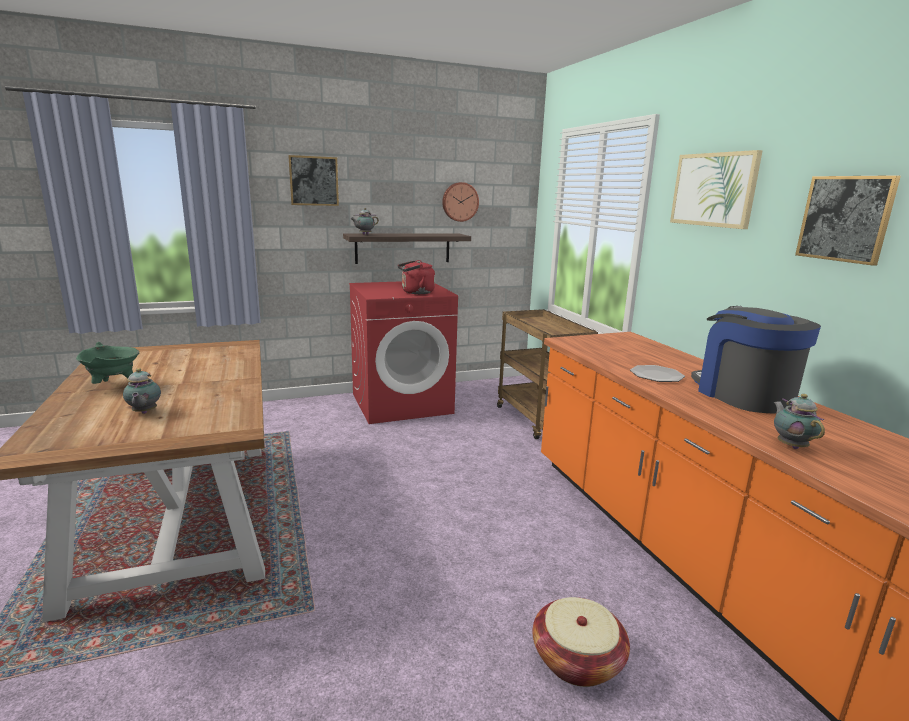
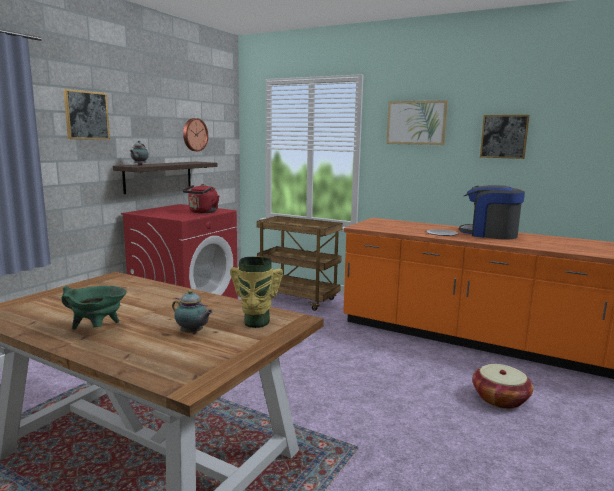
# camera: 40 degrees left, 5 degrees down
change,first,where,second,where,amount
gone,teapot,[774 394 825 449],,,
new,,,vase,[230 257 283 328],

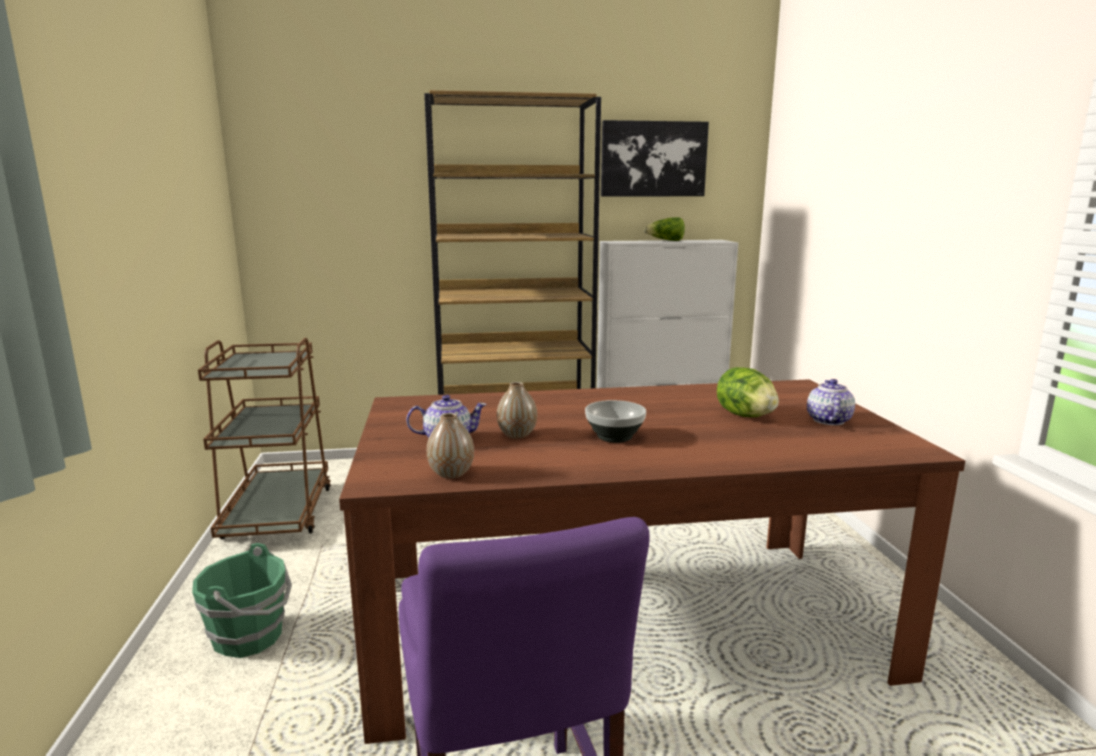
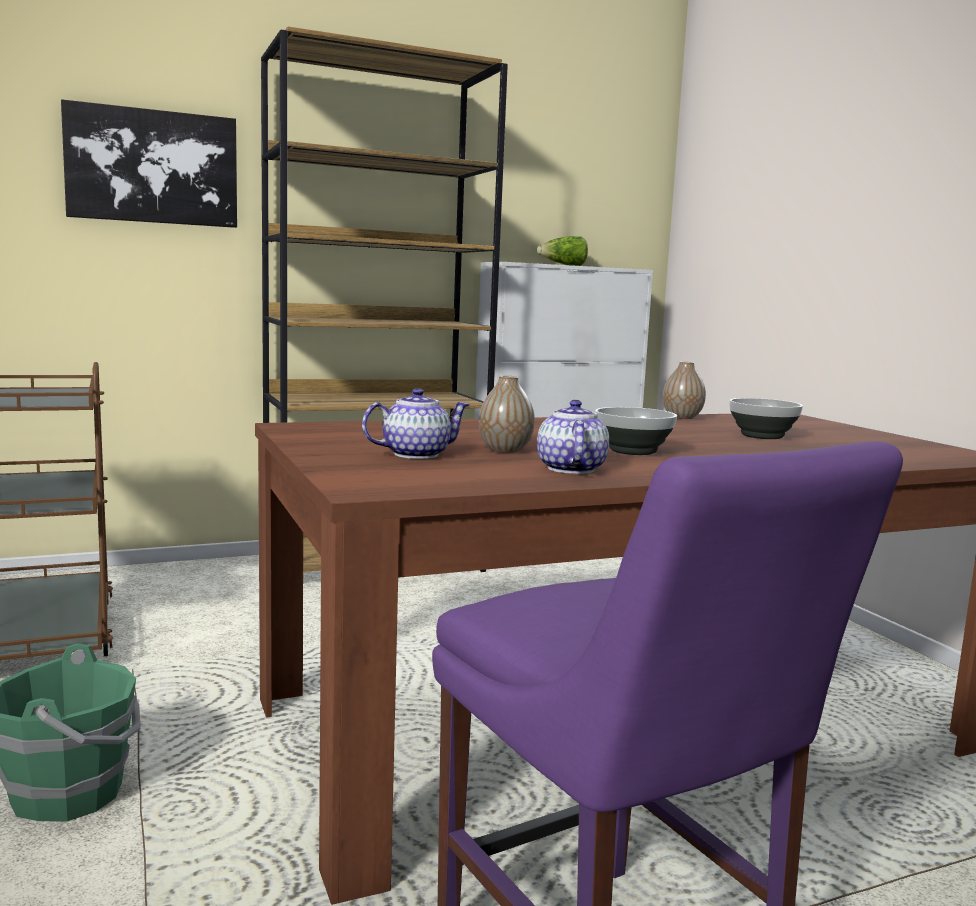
# camera: 15 degrees left, 5 degrees down
change,first,where,second,where,amount
shifted,vase,[427 413 474 479],,[663 362 706 419],
shifted,picture,[601 120 709 196],,[61 99 237 228],
swapped,lettuce,[717 367 779 417],bowl,[729 398 803 439],
shifted,teapot,[807 379 855 425],,[537 400 609 474],

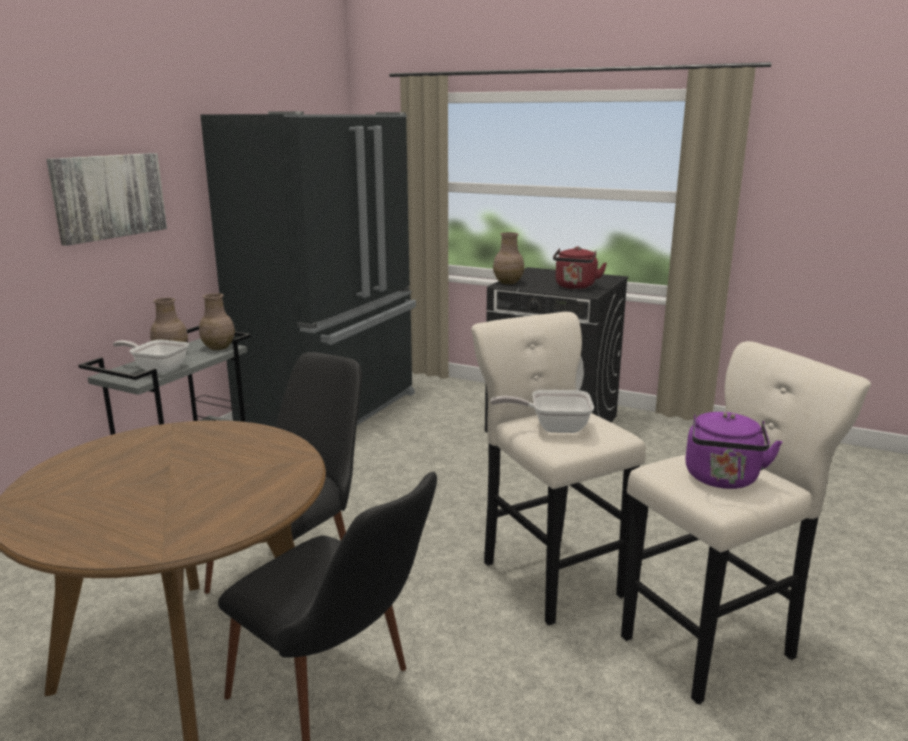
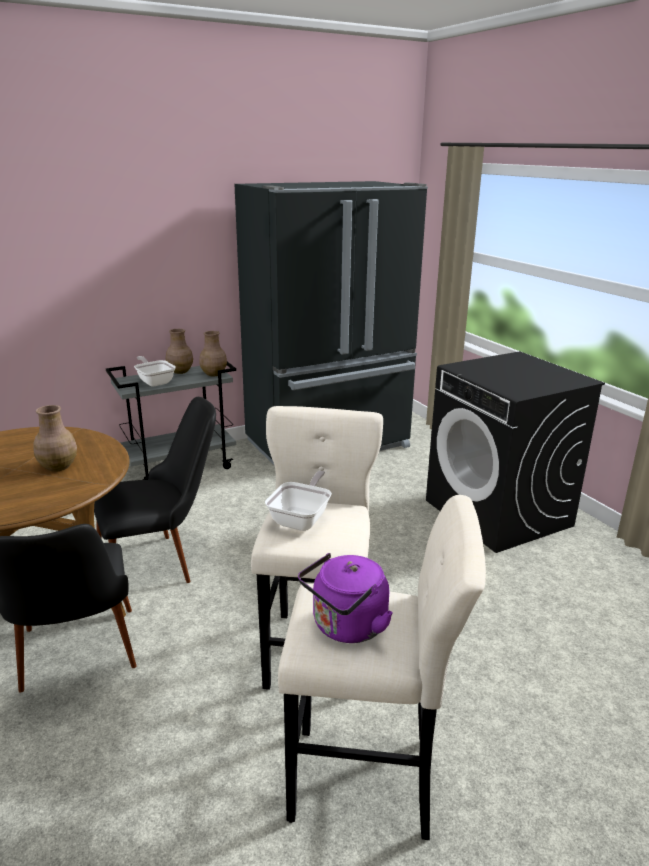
# camera: 35 degrees right, 5 degrees up
change,first,where,second,where,amount
gone,picture,[46 153 167 246],,,
rotated,frying pan,[491 390 594 433],,[265 471 332 531],75 degrees clockwise
shifted,brown vase,[493 232 524 284],,[33 405 77 472],
gone,red kettle,[553 246 607 289],,,

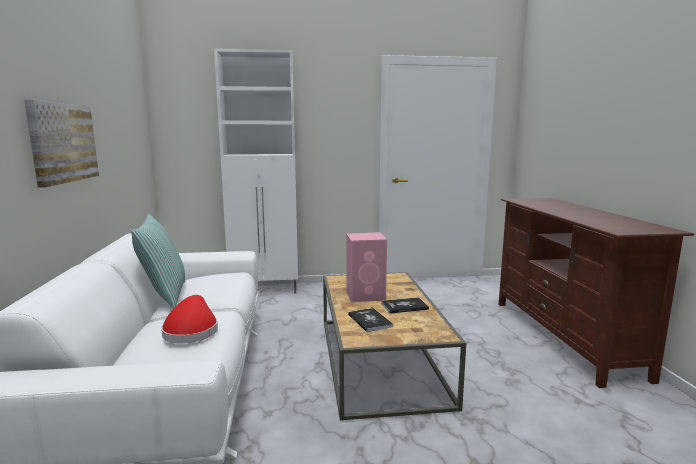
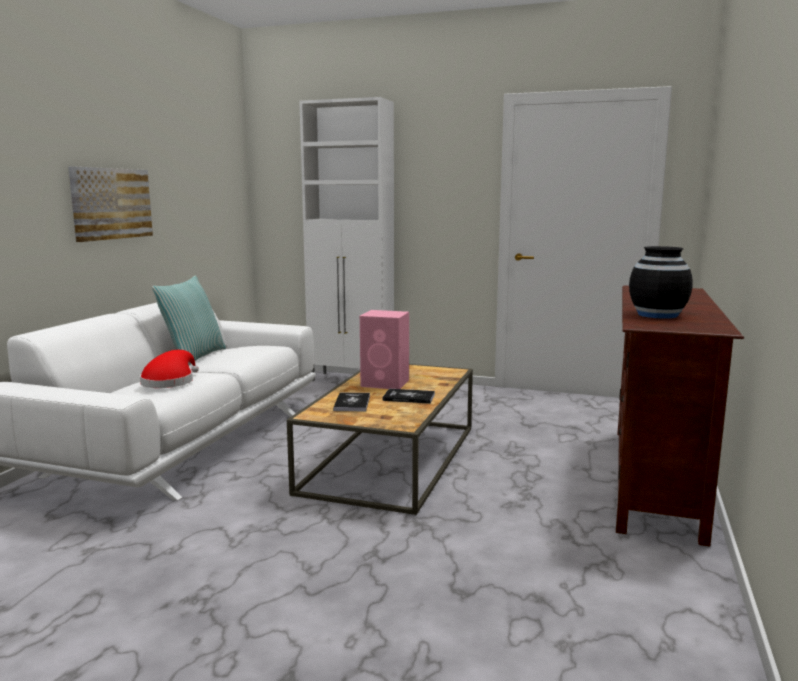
# camera: 25 degrees right, 0 degrees up
change,first,where,second,where,amount
new,,,black vase,[629 246 693 319],

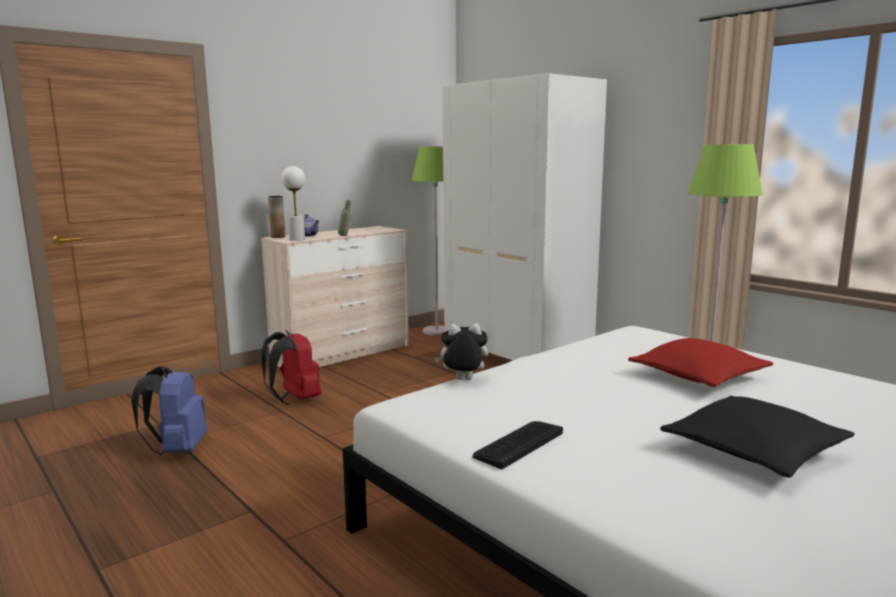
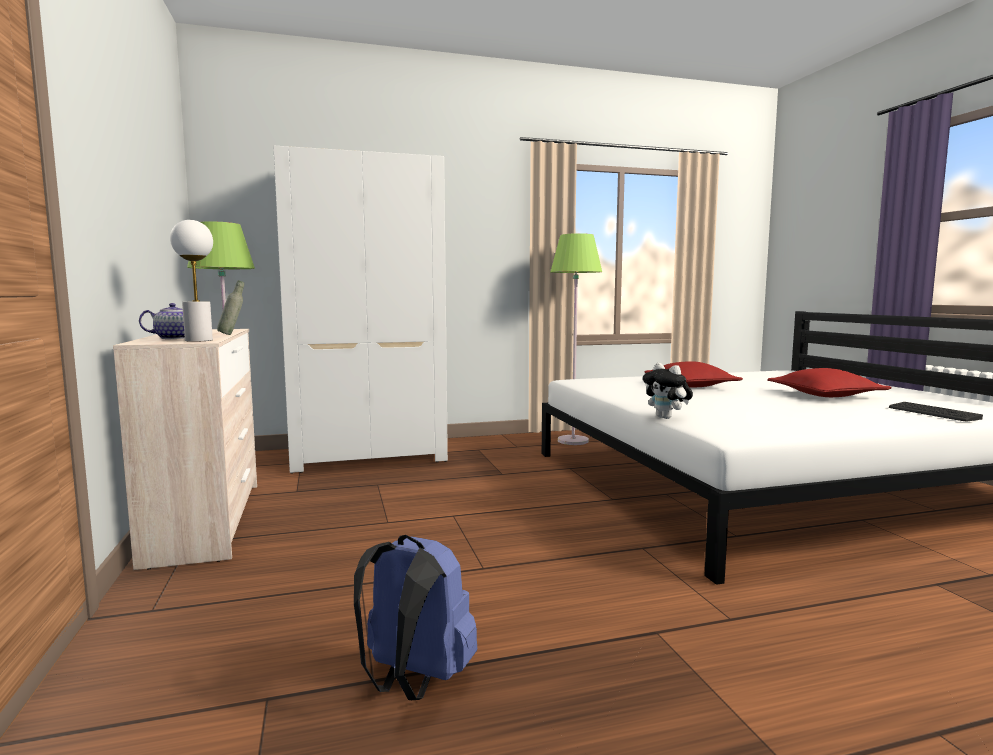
# camera: 65 degrees left, 5 degrees down
change,first,where,second,where,amount
gone,red backpack,[261 330 322 405],,,
gone,brown vase,[268 196 285 238],,,
rotated,plush toy,[434 323 488 380],,[643 363 693 419],60 degrees counterclockwise
shifted,keyboard,[473 421 563 469],,[889 402 983 421],
repainted,black pillow,[660 396 855 478],red pillow,[767 368 892 397],

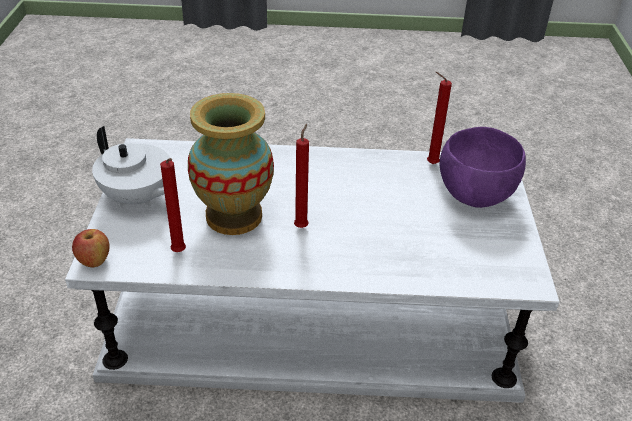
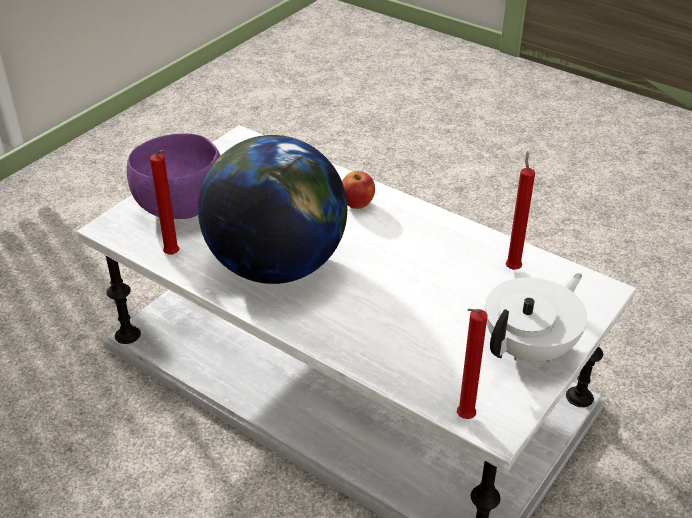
# camera: 145 degrees left, 0 degrees up
change,first,where,second,where,amount
shifted,apple,[72 229 110 267],,[342 171 375 209],
rotated,white teapot,[92 126 170 207],,[485 273 587 363],60 degrees clockwise
gone,vase,[188 93 274 235],,,
shifted,red candle,[294 124 309 228],,[457 309 488 419],
new,,,globe,[198 135 347 284],

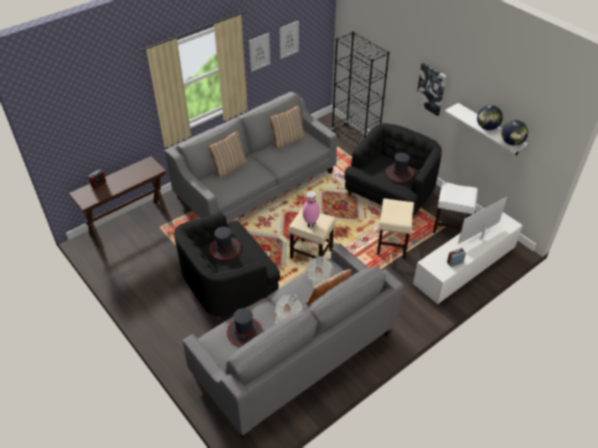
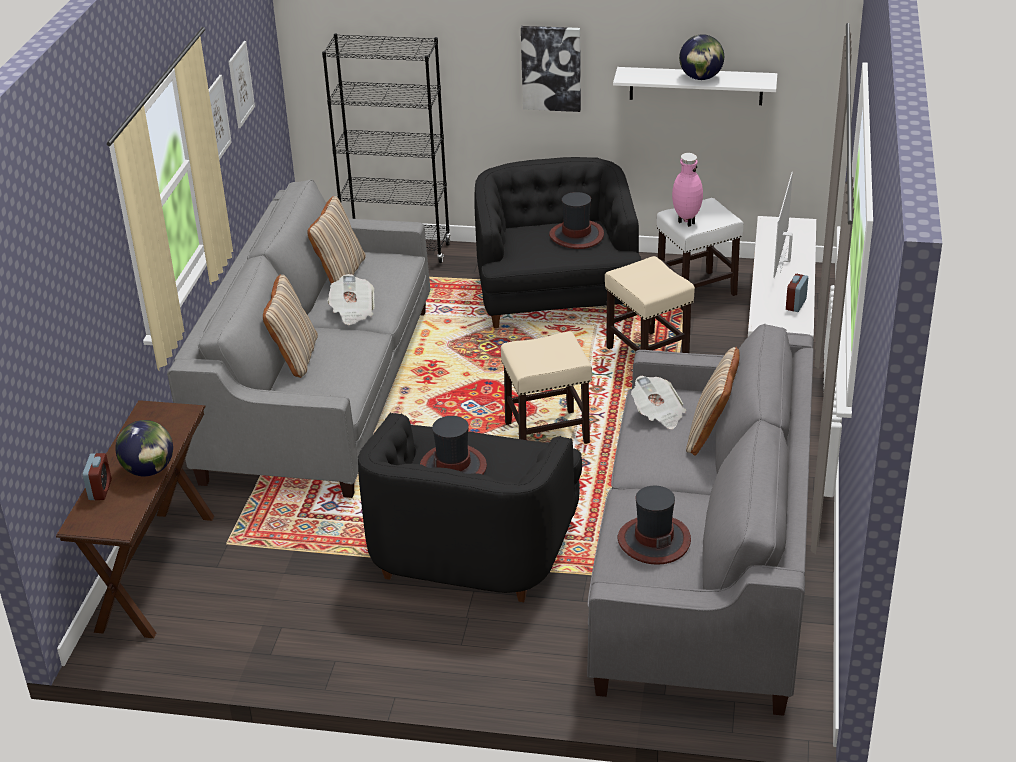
# camera: 40 degrees left, 10 degrees down
change,first,where,second,where,amount
shifted,newspaper,[274 294 303 324],,[328 274 375 325],
shifted,pink vase,[302 191 320 227],,[672 153 703 227],
shifted,globe,[501 120 528 146],,[115 420 173 476],

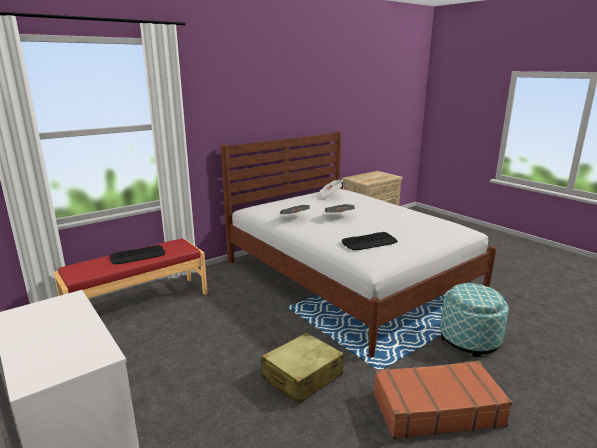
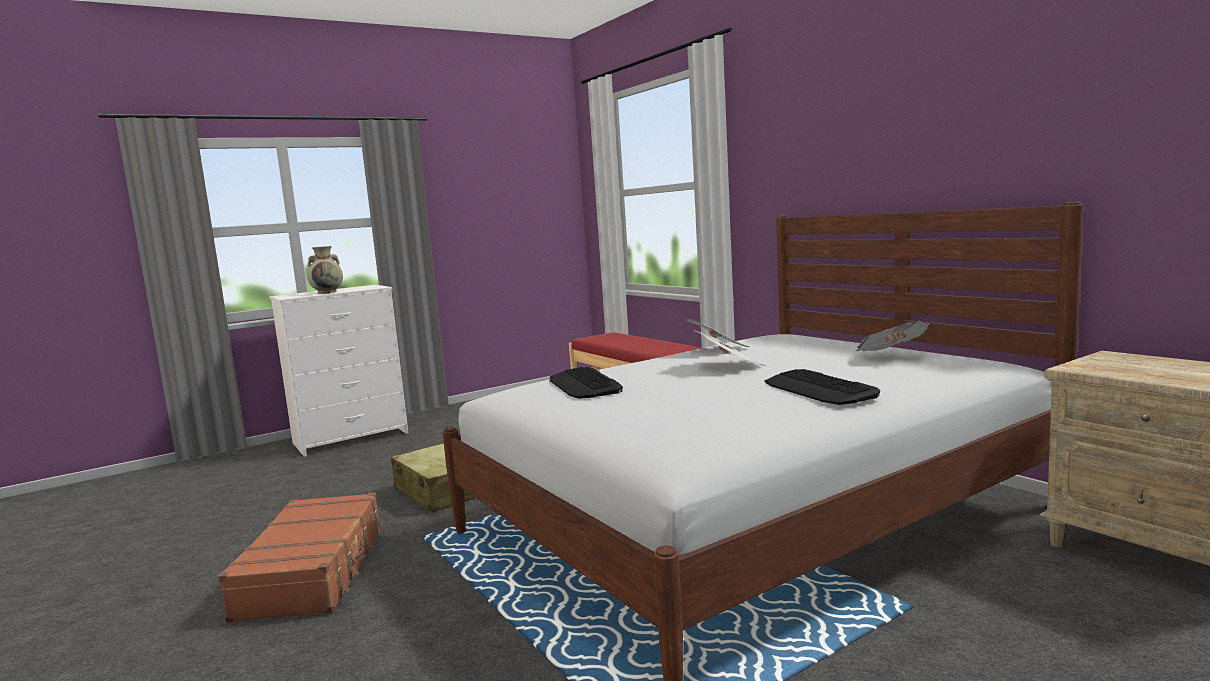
# camera: 95 degrees right, 10 degrees down
change,first,where,second,where,amount
shifted,keyboard,[110 245 165 264],,[764 369 880 405],
gone,ottoman,[440 283 509 357],,,
new,,,beige vase,[307 246 343 294],

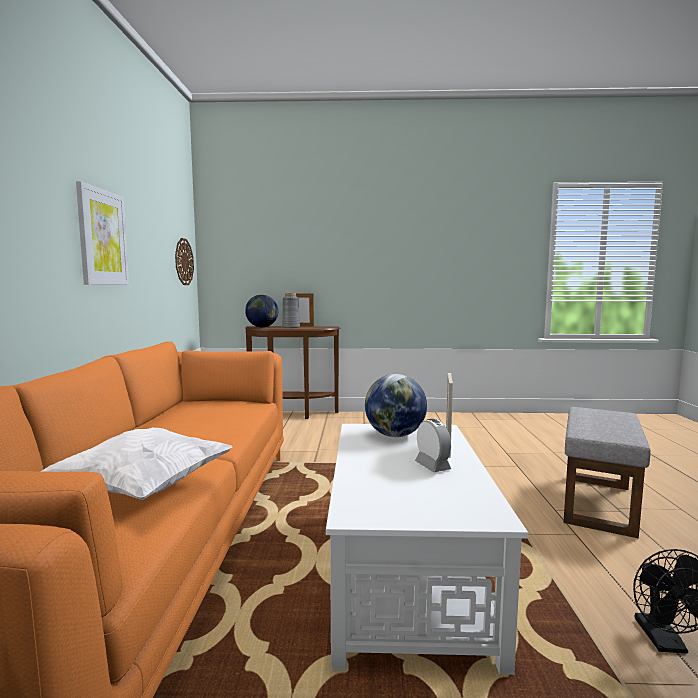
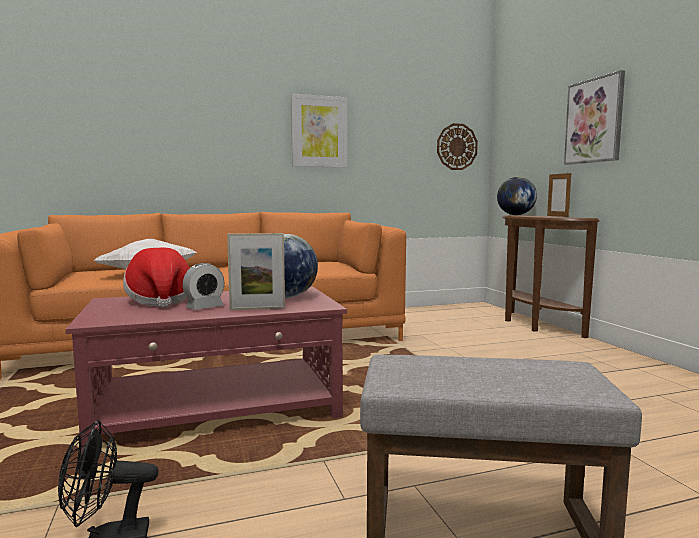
# camera: 70 degrees right, 0 degrees up
change,first,where,second,where,amount
gone,grey vase,[282 293 300 328],,,
repainted,white coffee table,[326 424 528 675],red coffee table,[65 286 347 453],
new,,,hat,[123 248 190 308],
new,,,picture,[564 70 625 165],

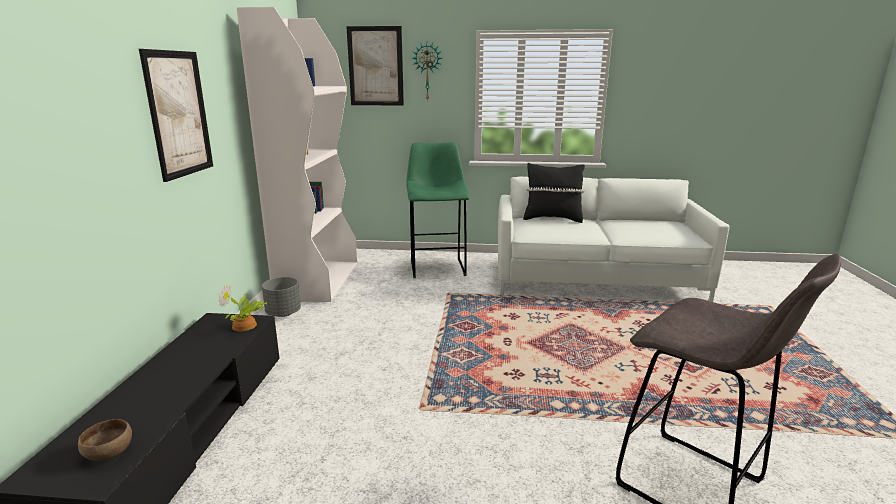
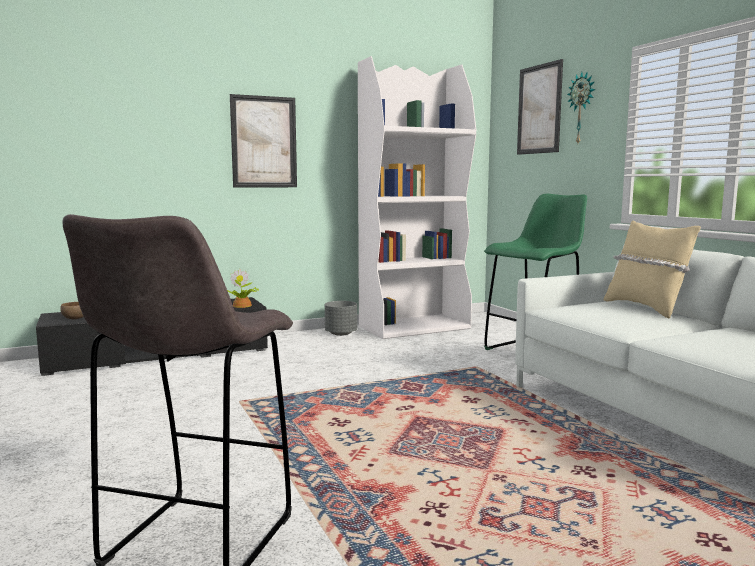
# camera: 60 degrees right, 10 degrees down
change,first,where,second,where,amount
repainted,black pillow,[523 163 585 223],beige pillow,[604 220 701 319],

